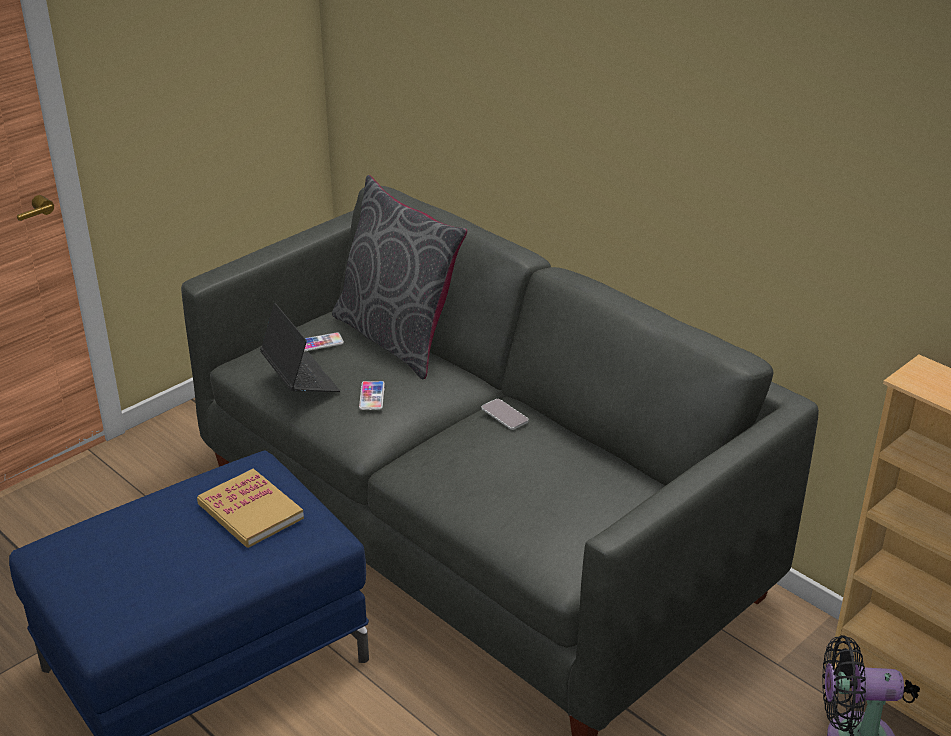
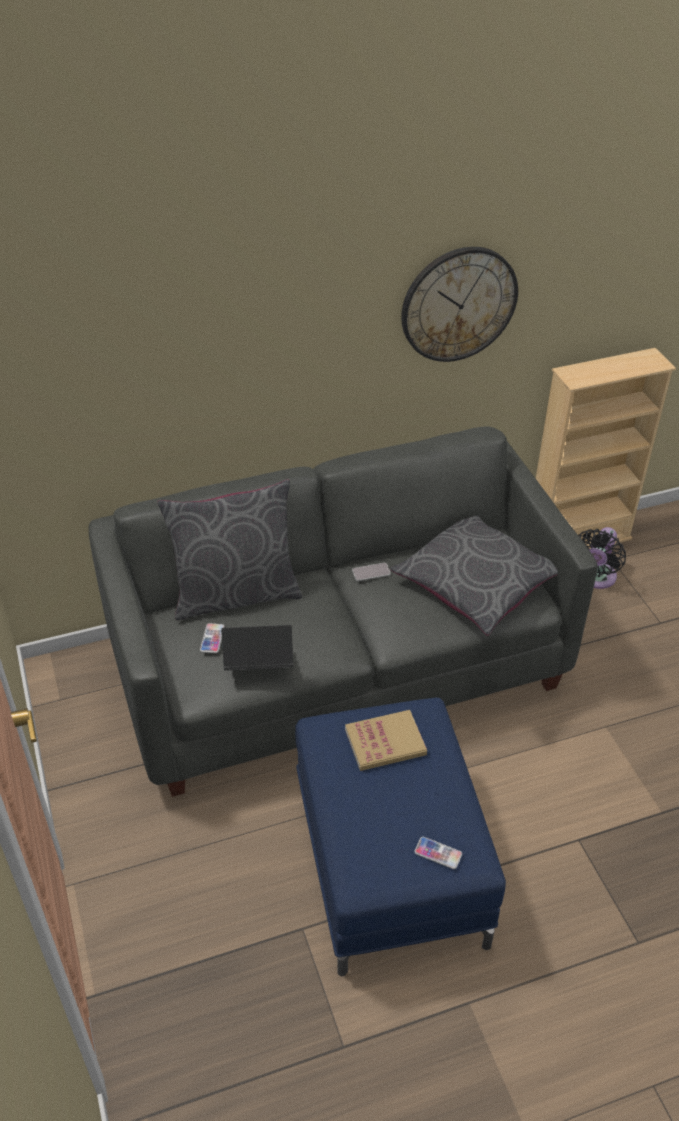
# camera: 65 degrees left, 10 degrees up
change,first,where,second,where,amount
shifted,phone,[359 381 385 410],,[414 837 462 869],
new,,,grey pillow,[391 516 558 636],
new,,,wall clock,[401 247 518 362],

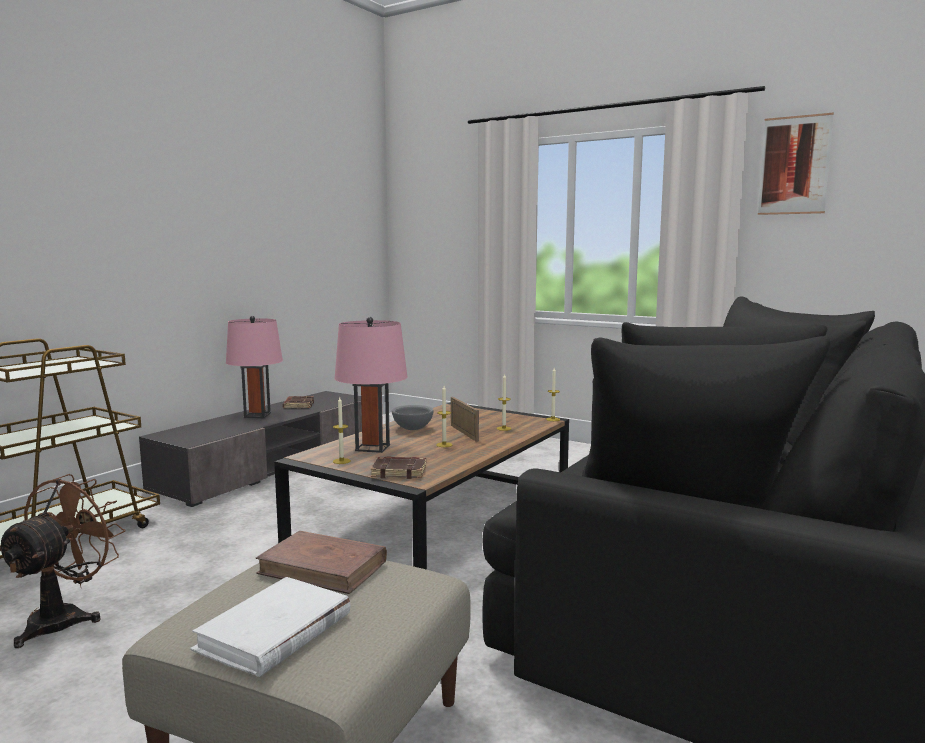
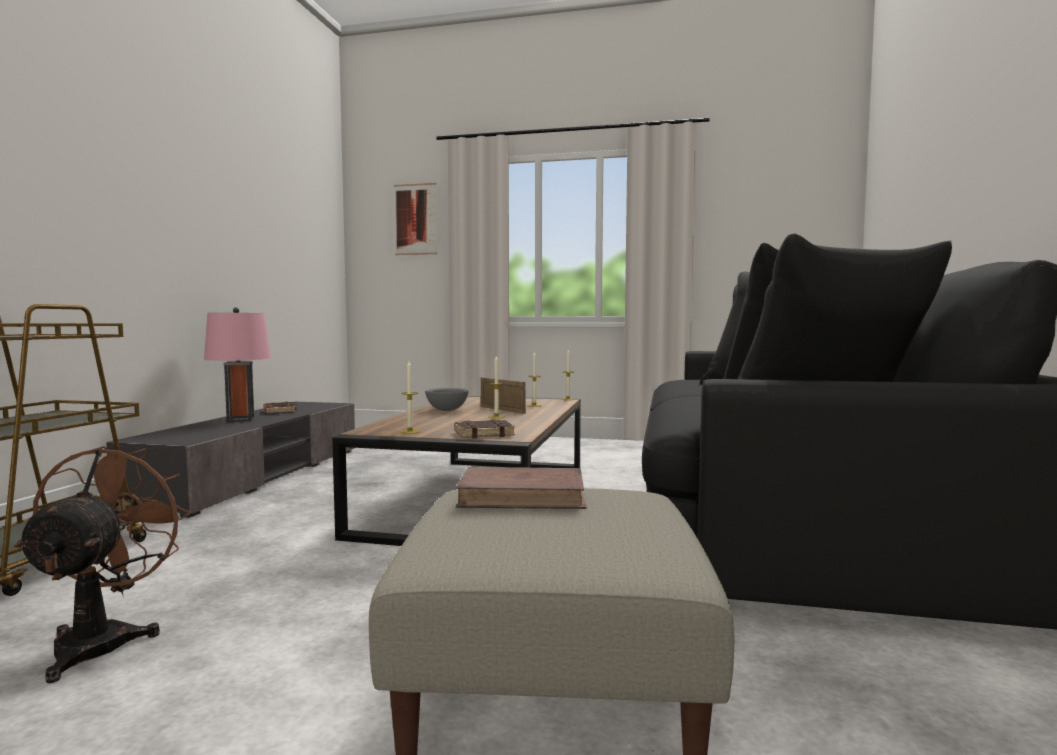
# camera: 20 degrees left, 5 degrees down
change,first,where,second,where,amount
gone,white book,[190 577 351 677],,,
gone,pink table lamp,[334 317 407 453],,,
shifted,picture,[758 112 834 215],,[394 183 438 255],

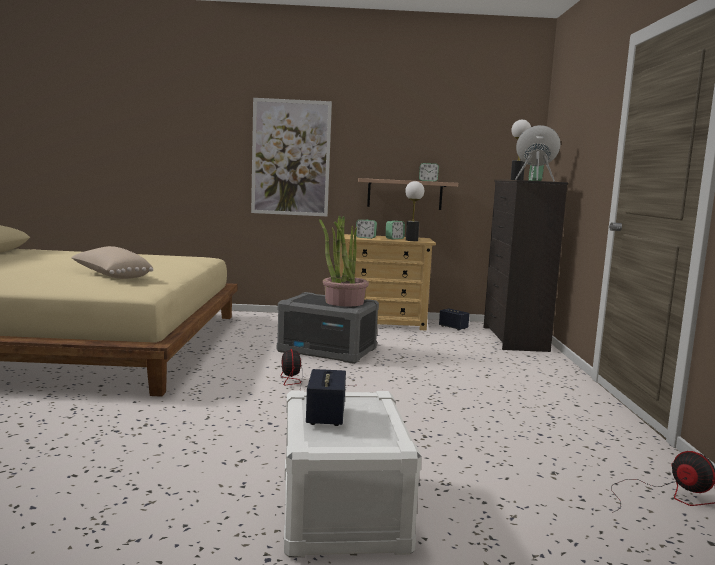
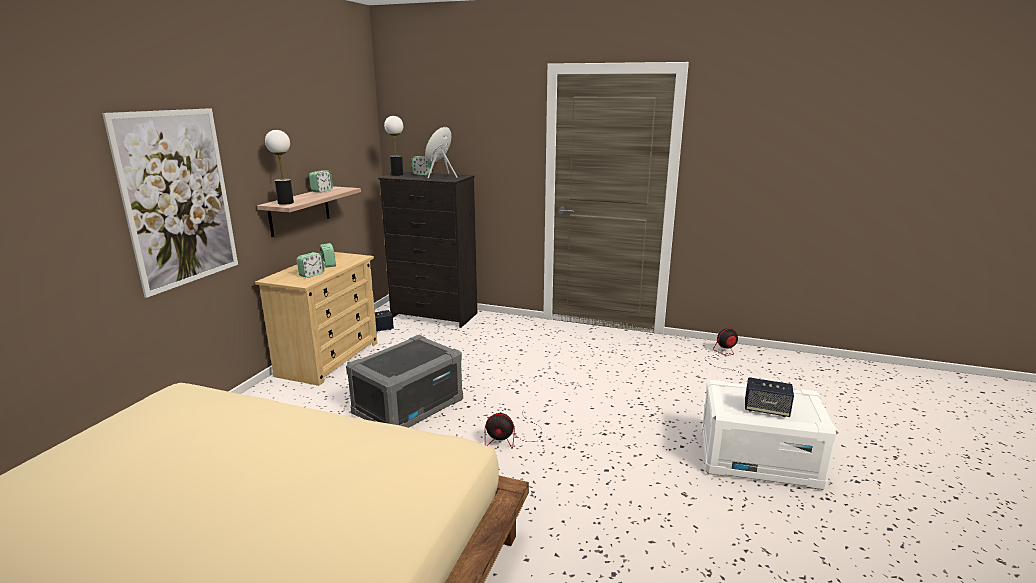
# camera: 70 degrees left, 10 degrees up
change,first,where,second,where,amount
gone,beige pillow,[71 246 153 279],,,
gone,potted plant,[319 216 369 306],,,
shifted,table lamp,[405 181 424 241],,[265 130 294 205],

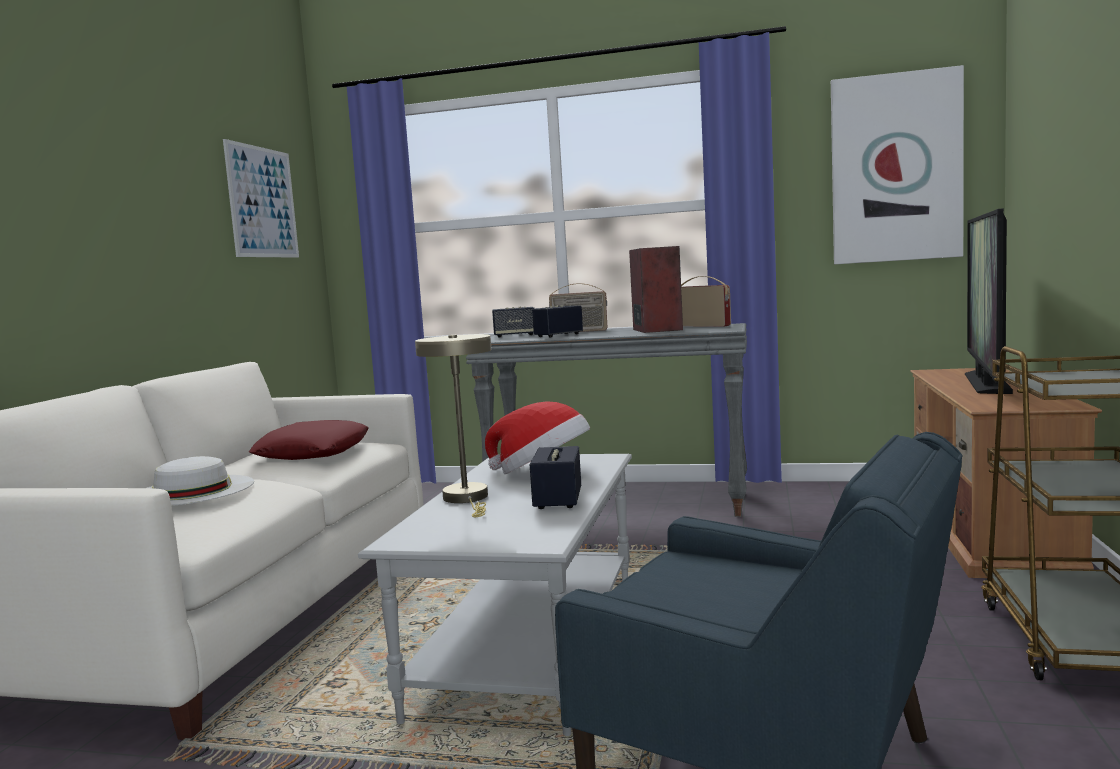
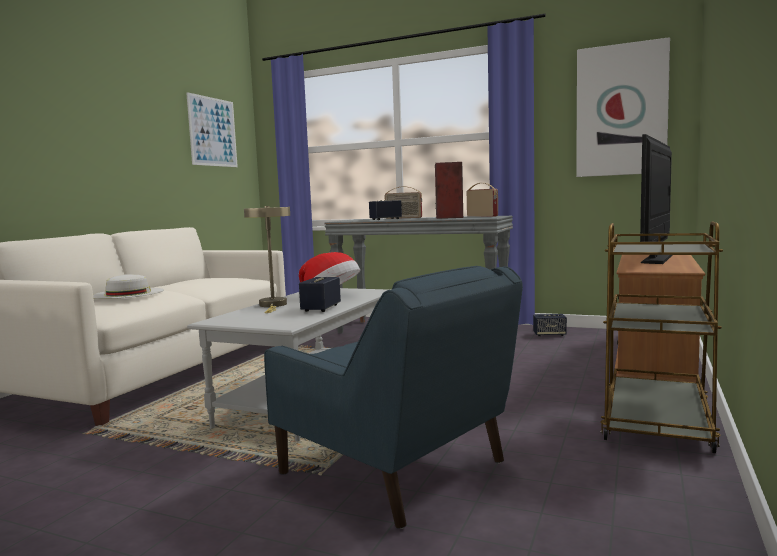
# camera: 10 degrees right, 0 degrees up
change,first,where,second,where,amount
gone,red pillow,[249 420 369 460],,,
shifted,speaker,[492 307 535 338],,[533 314 567 336],

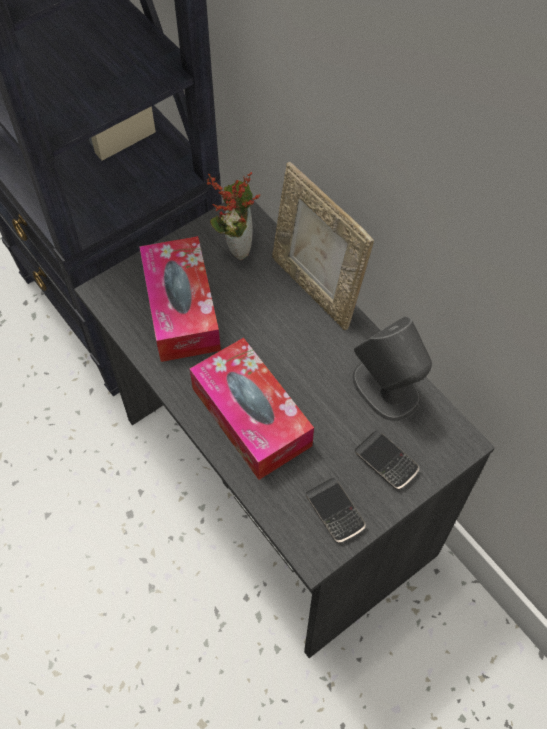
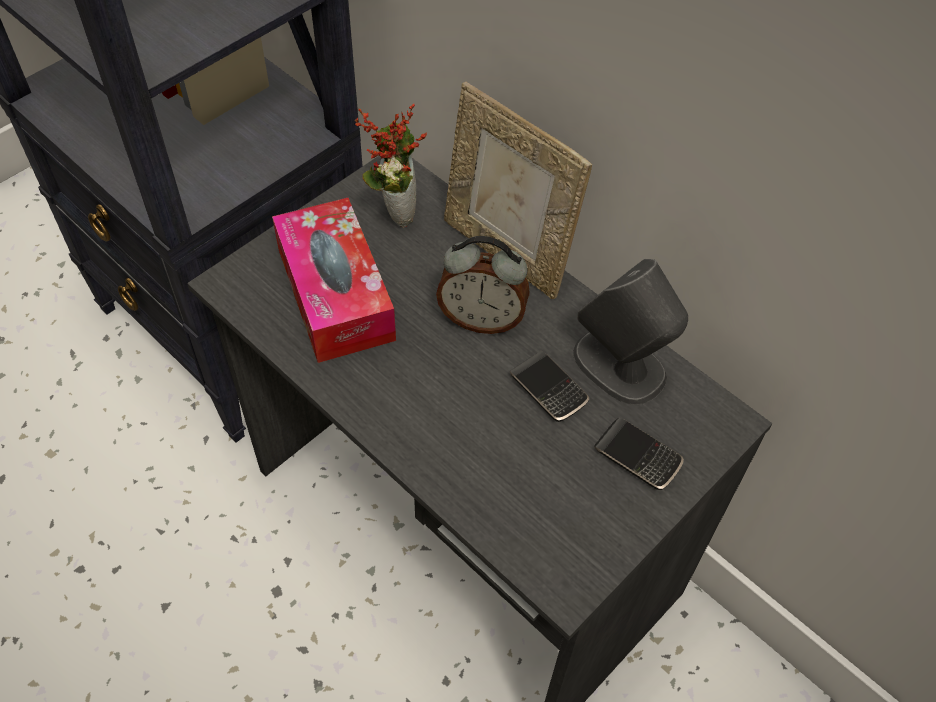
# camera: 10 degrees left, 5 degrees down
change,first,where,second,where,amount
gone,tissue box,[189 338 314 480],,,
shifted,phone,[306 478 366 543],,[510 350 589 422],
new,,,alarm clock,[436 236 530 334],

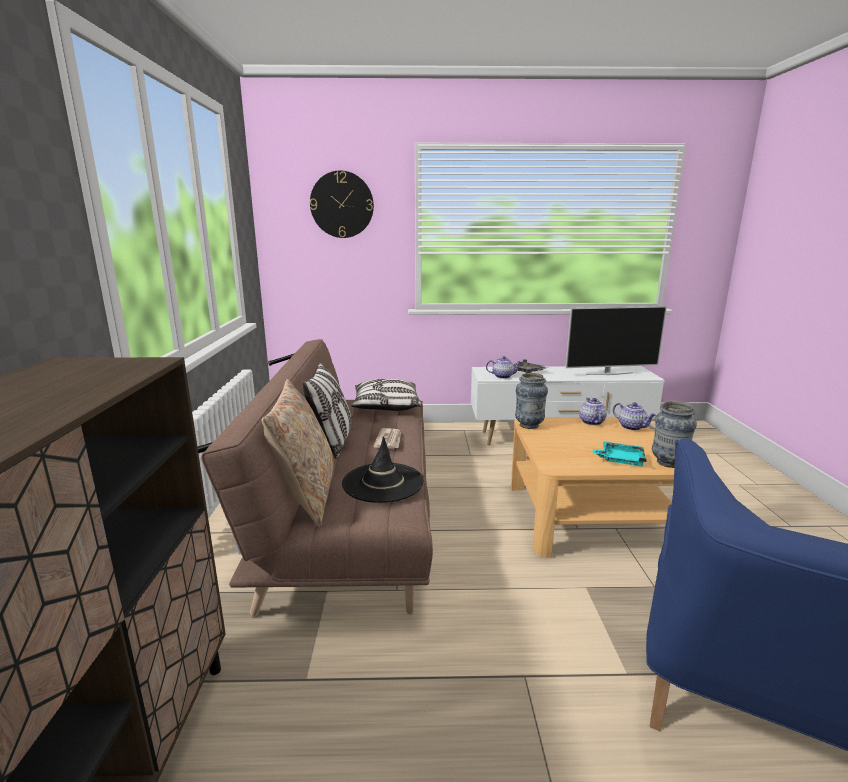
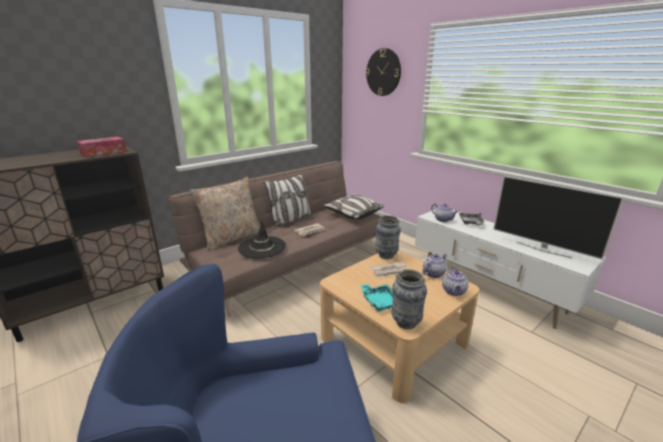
# camera: 50 degrees right, 5 degrees up
change,first,where,second,where,amount
new,,,tissue box,[77 137 126 157],
new,,,newspaper,[370 262 408 278],

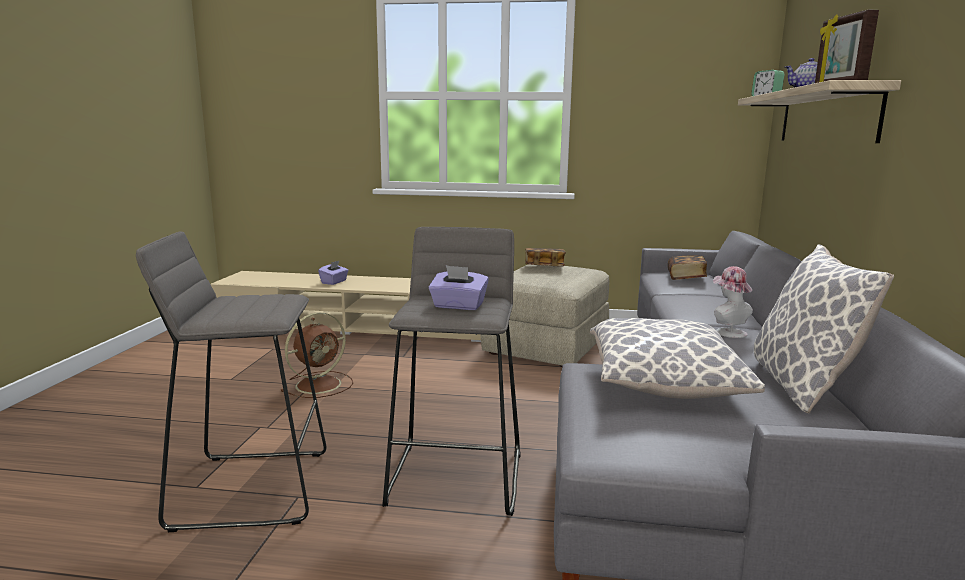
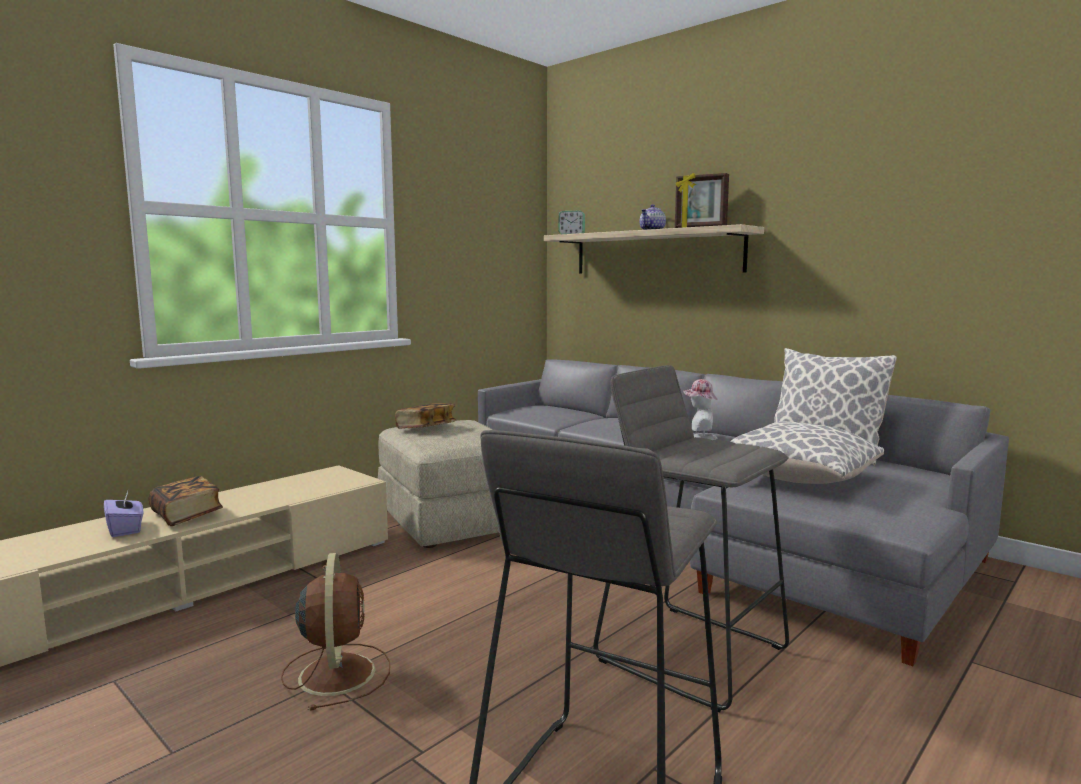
# camera: 55 degrees left, 5 degrees down
change,first,where,second,where,amount
gone,purple tissue box,[429 265 489 310],,,
shifted,book,[668 255 707 280],,[149 476 223 526],

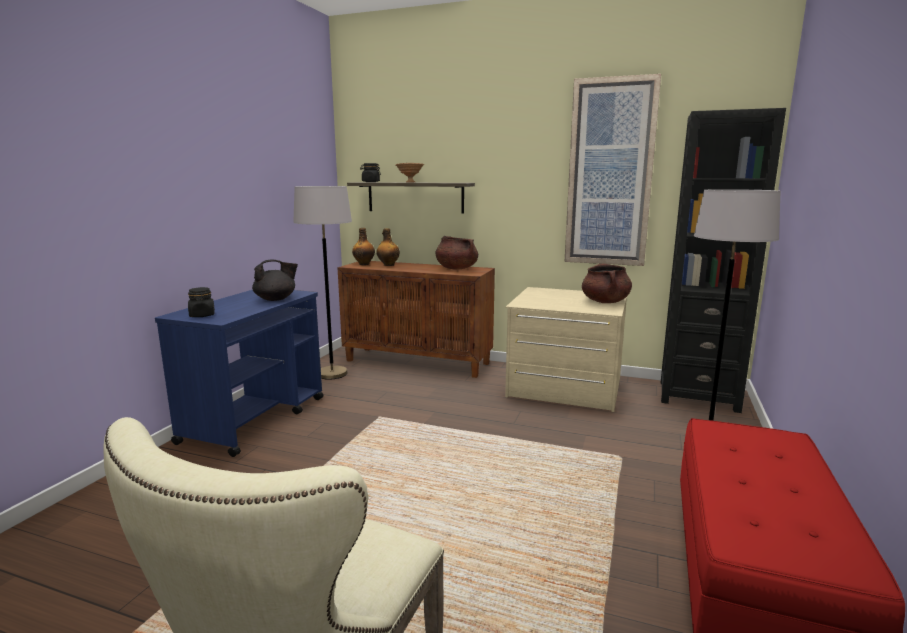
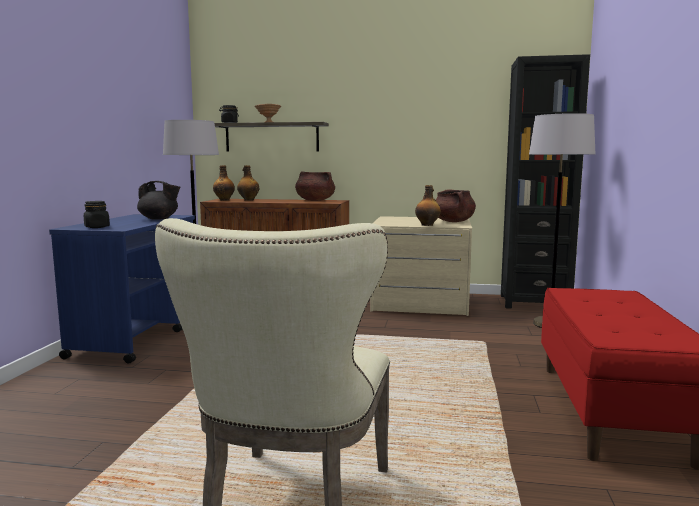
# camera: 10 degrees left, 5 degrees down
change,first,where,second,where,amount
rotated,black teapot,[252 260 298 301],,[137 181 180 220],45 degrees clockwise
gone,picture,[564 74 661 266],,,
new,,,bottle,[415 185 441 226],

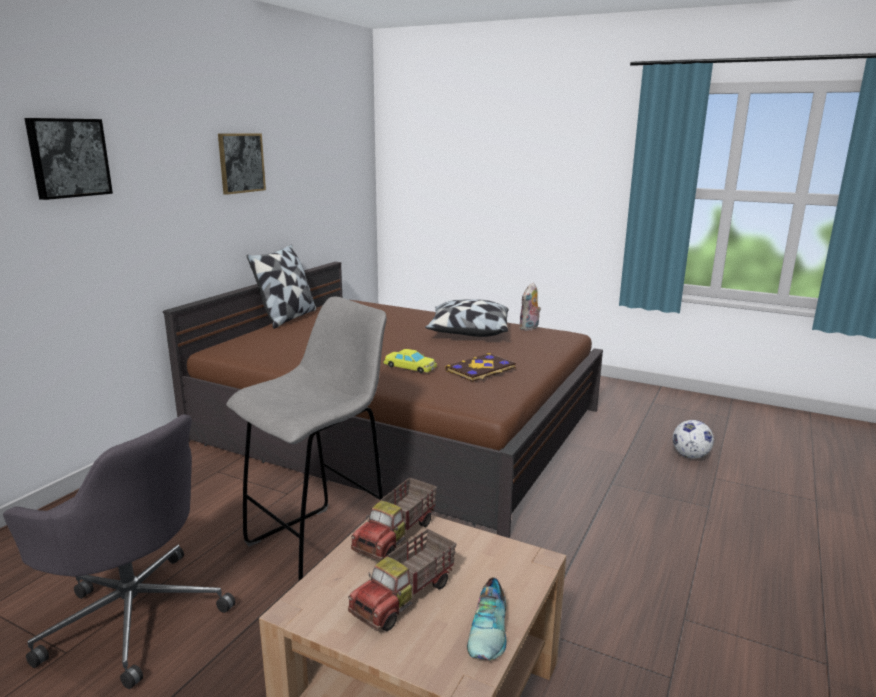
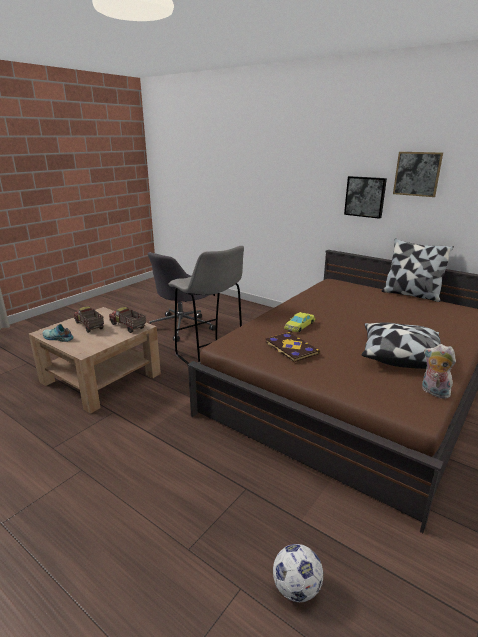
# camera: 100 degrees right, 5 degrees up
change,first,where,second,where,amount
shifted,picture,[24 118 113 200],,[344 176 387 219],

